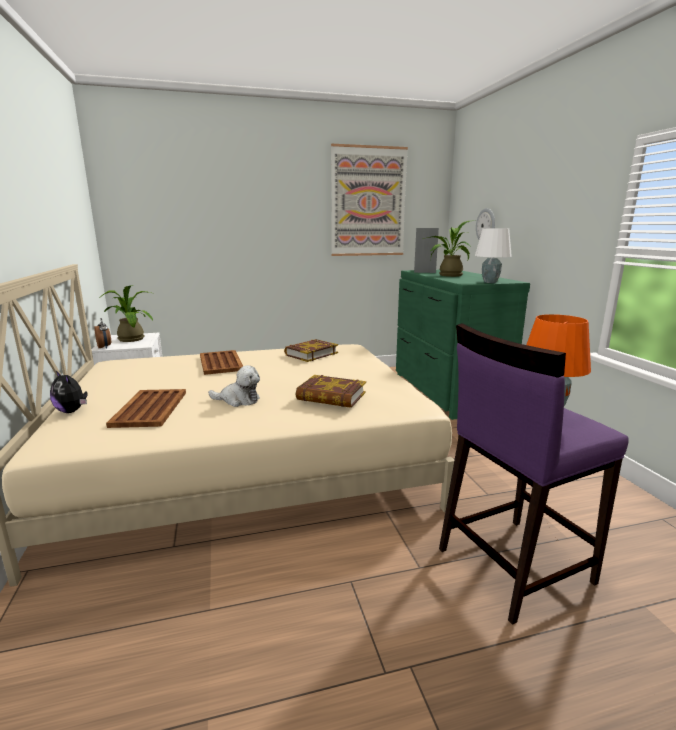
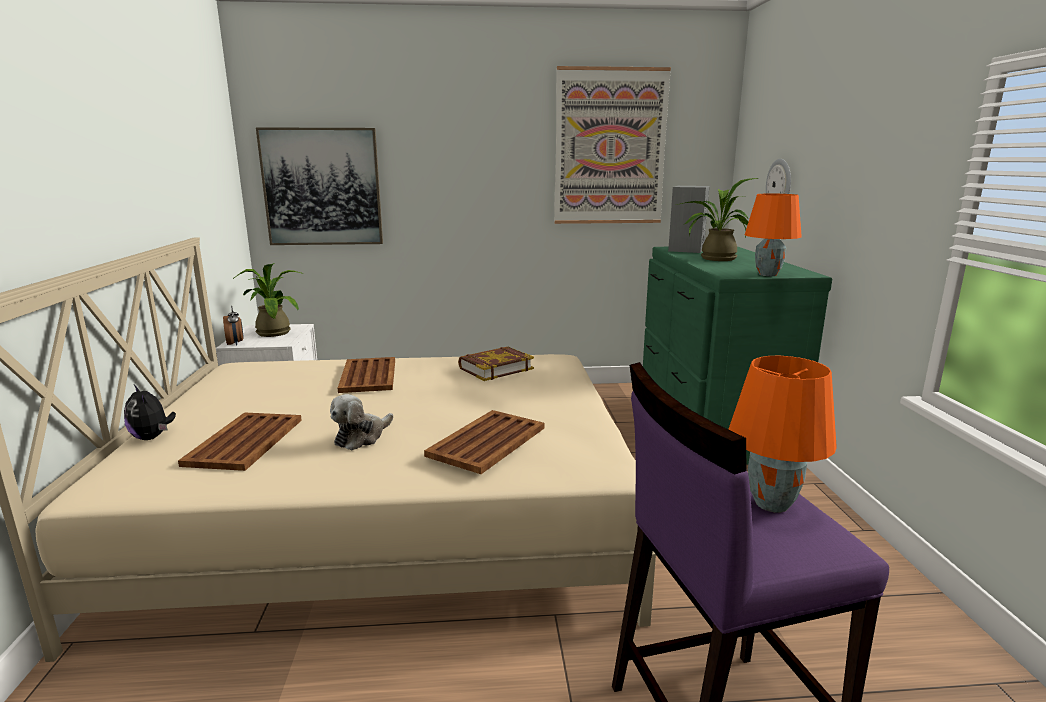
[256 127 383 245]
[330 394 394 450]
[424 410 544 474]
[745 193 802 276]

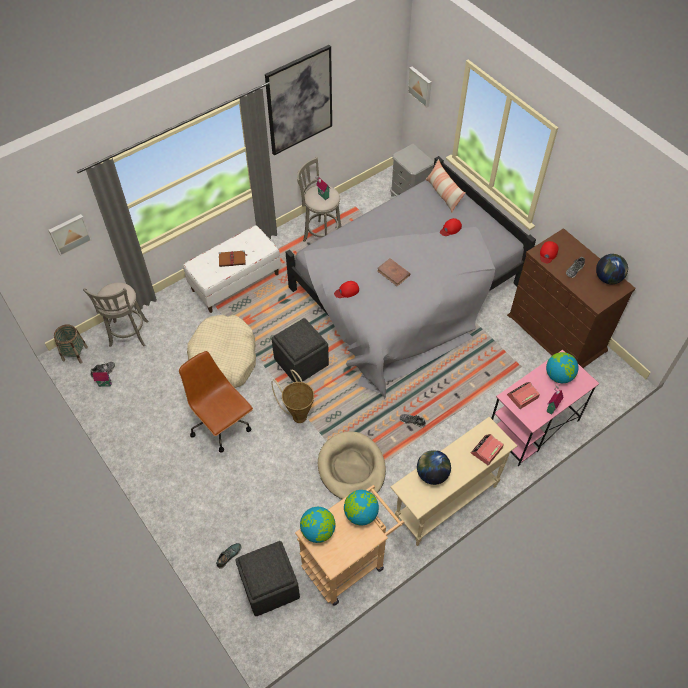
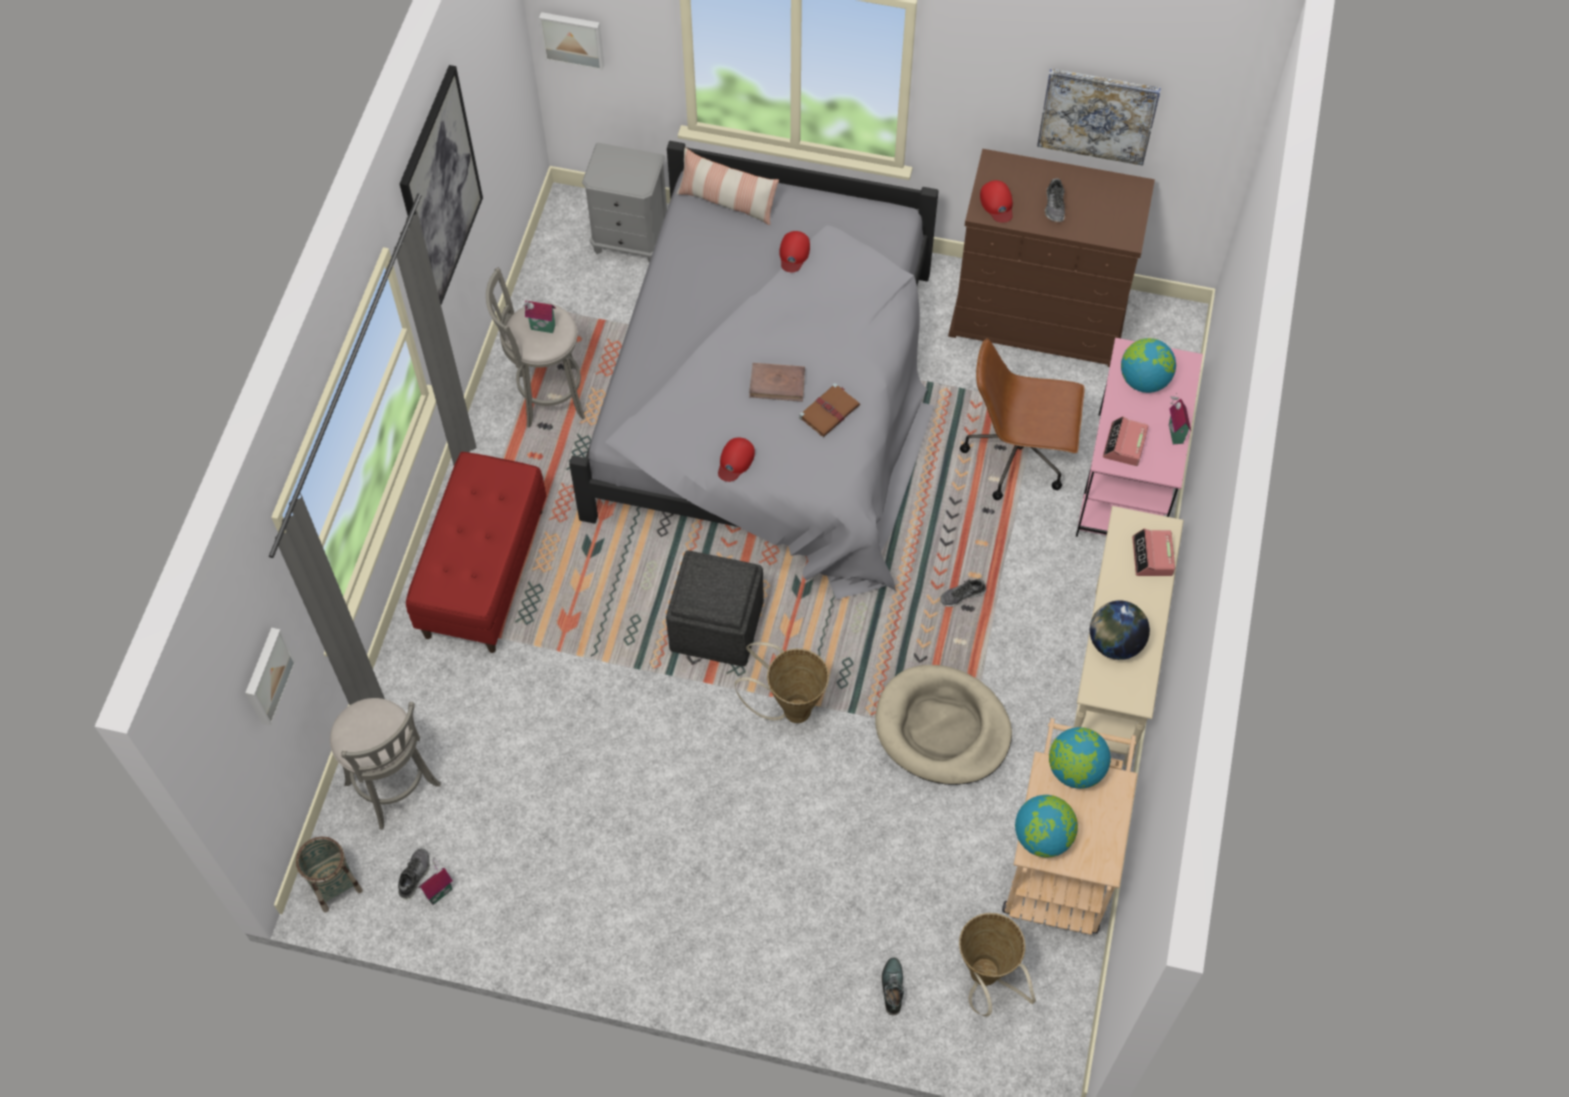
[406 452 546 653]
[799 383 860 437]
[959 913 1036 1016]
[960 338 1085 500]
[1037 69 1161 166]
[187 315 256 388] (first image)
[596 254 628 284] (first image)

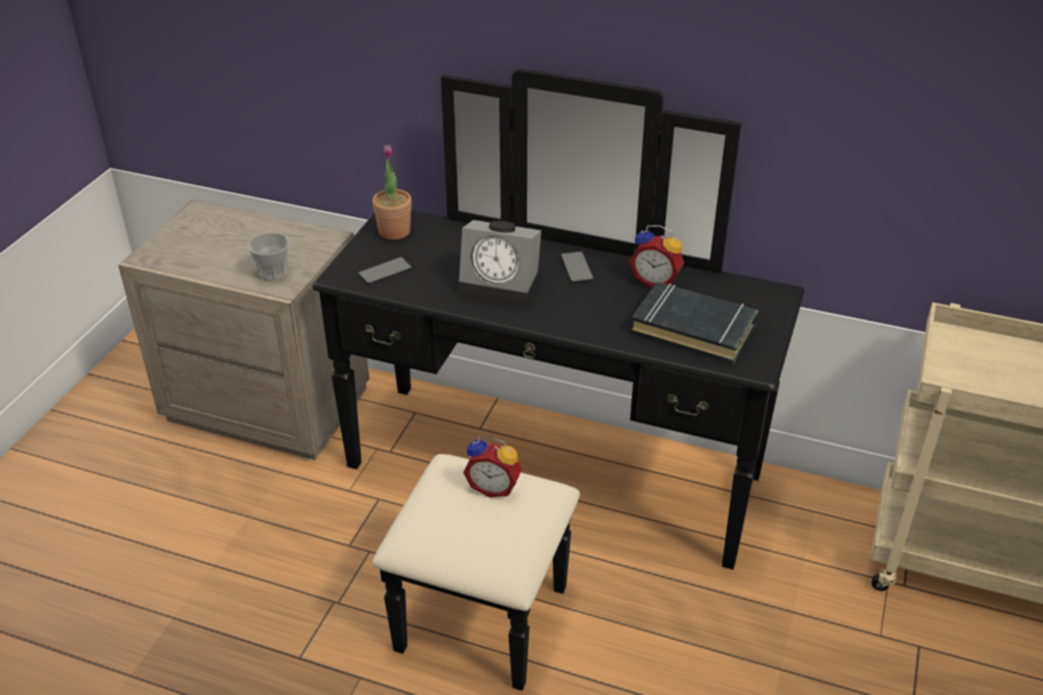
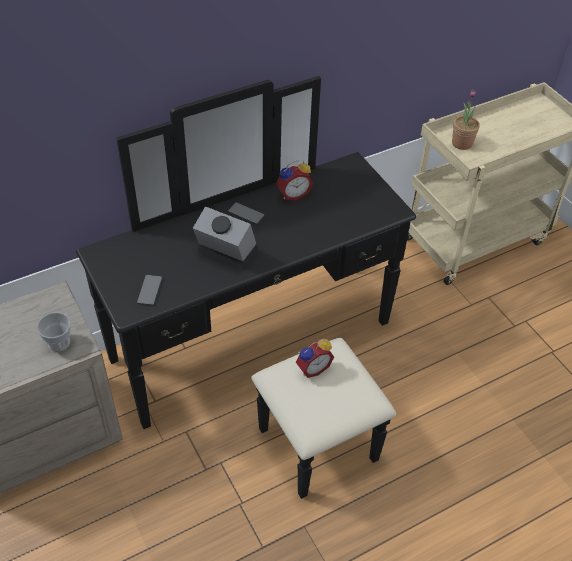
[193 206 258 270]
[452 89 480 150]
[630 282 758 364] (first image)

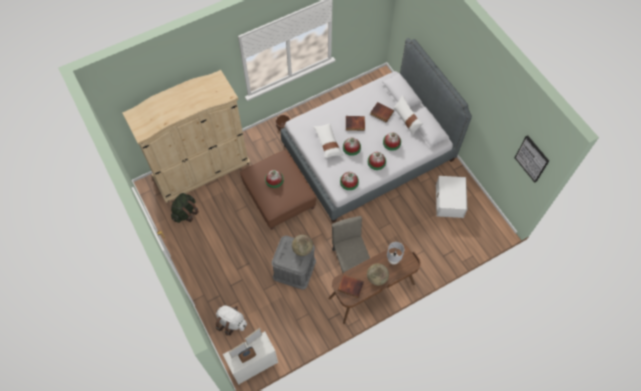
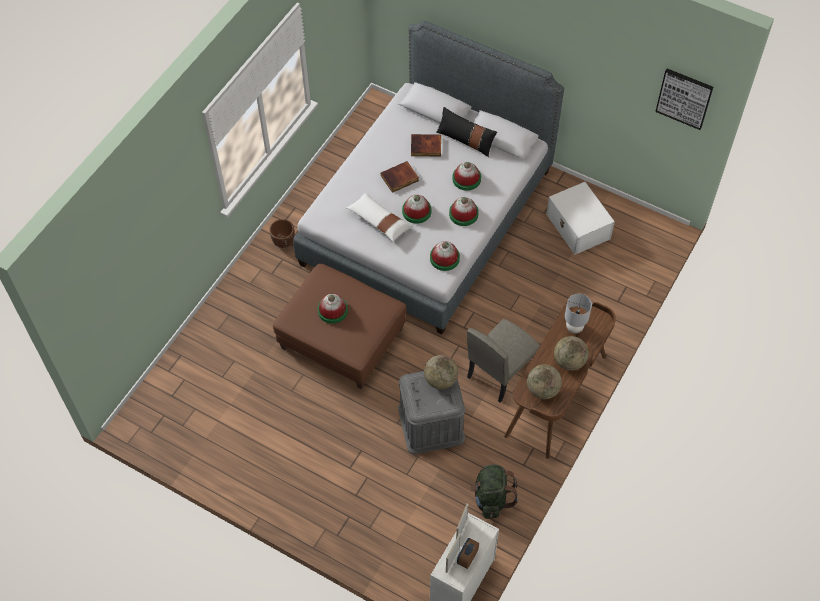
[437 107 497 157]
[467 319 540 403]
[471 465 518 519]
[527 364 562 399]
[122 70 250 203] (first image)
[215 305 247 336] (first image)

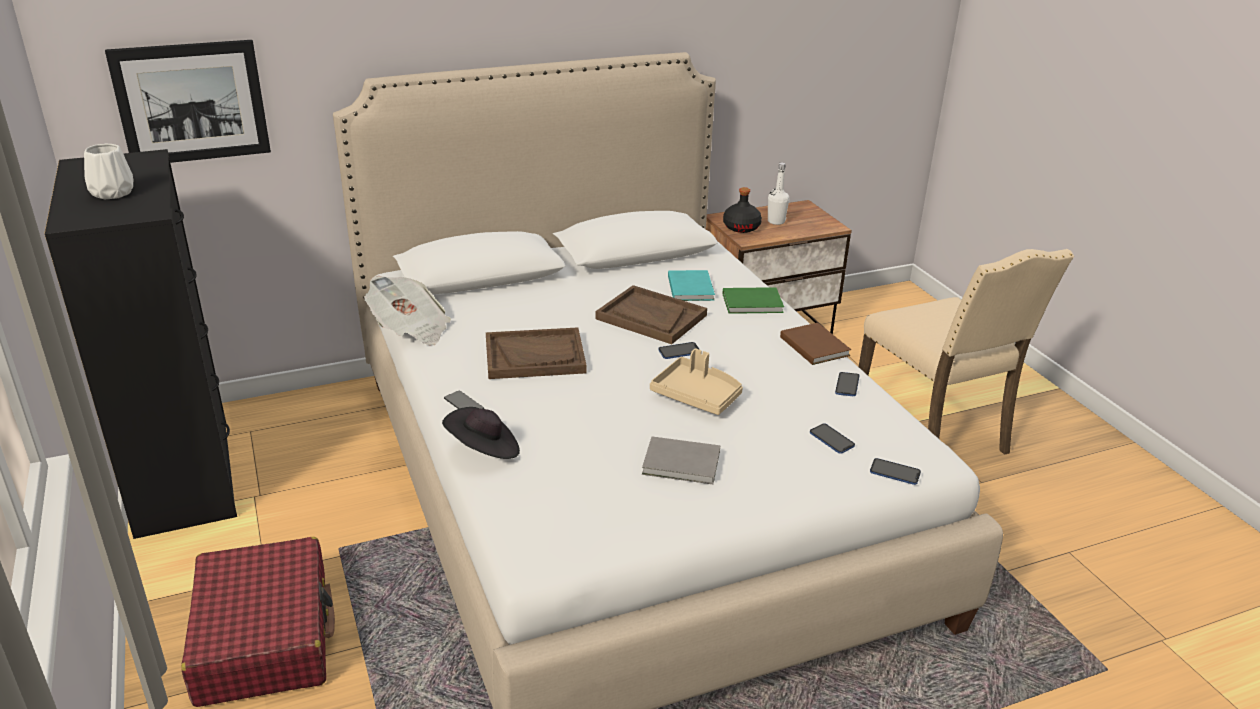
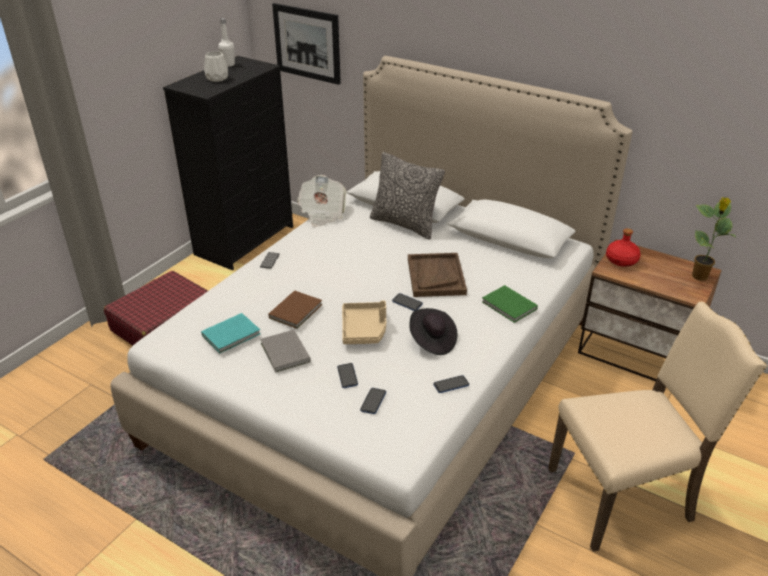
[201 313 261 353]
[218 18 235 67]
[268 290 322 329]
[337 363 358 388]
[370 152 445 239]
[409 308 457 355]
[548 302 767 552]
[606 228 641 267]
[692 197 737 281]
[486 327 587 379] (first image)

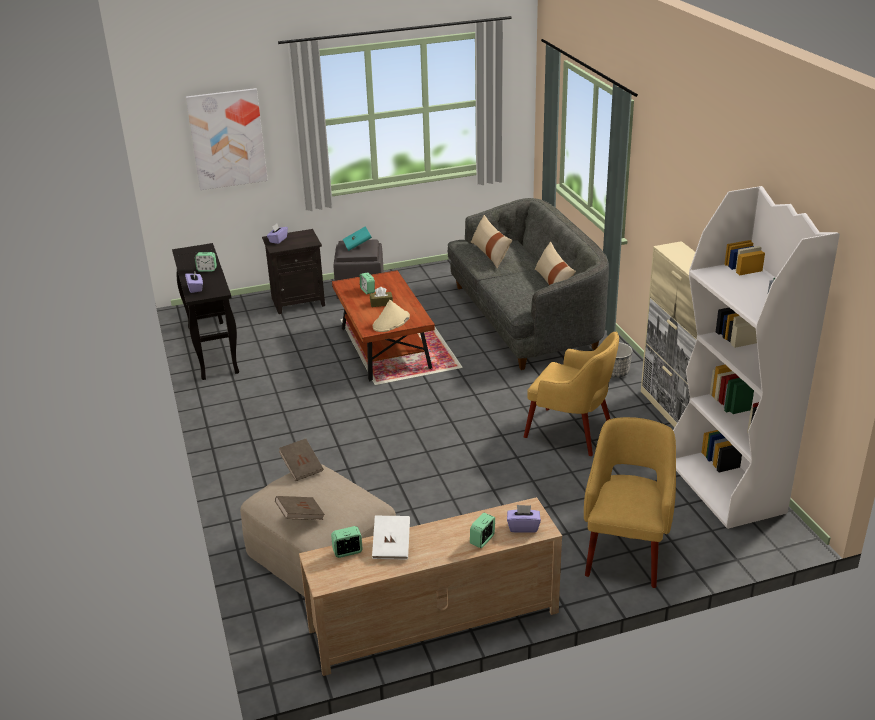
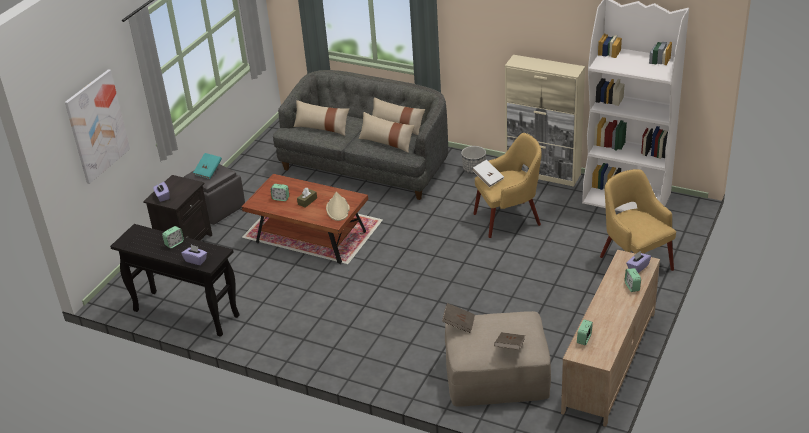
[359 112 415 153]
[472 159 504 188]

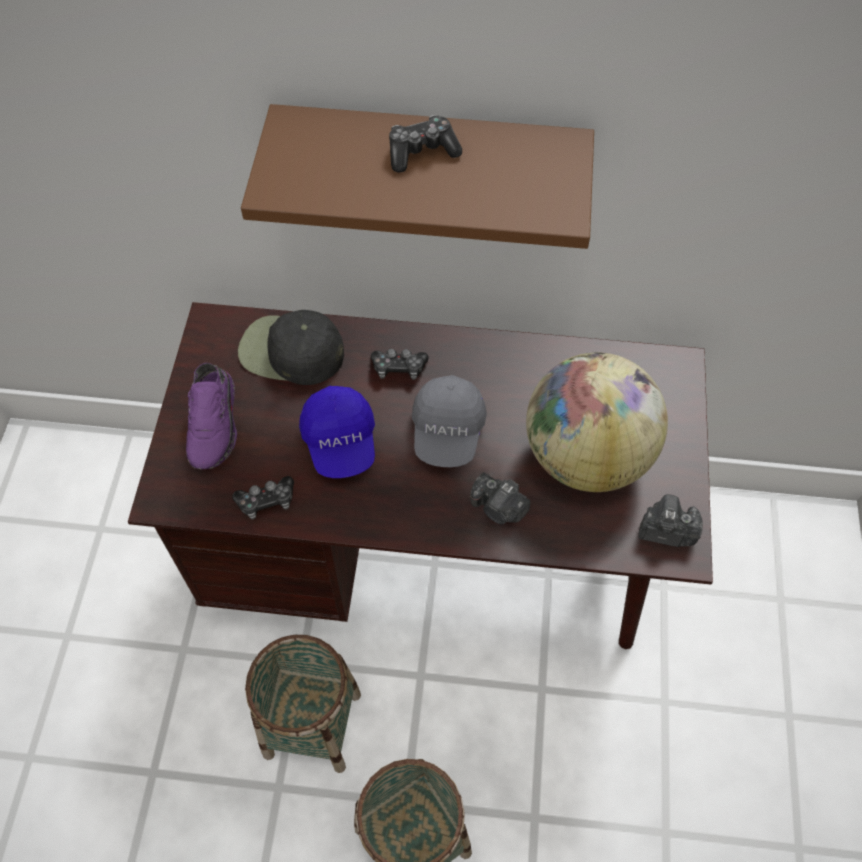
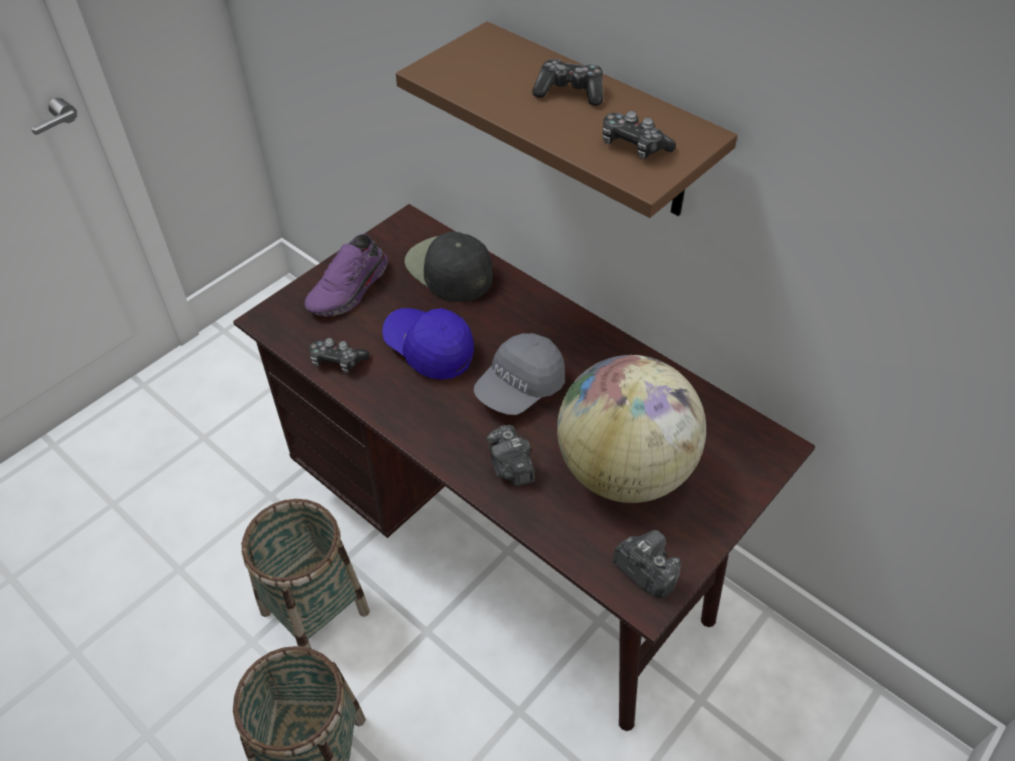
[382 308 474 380]
[602 111 676 159]

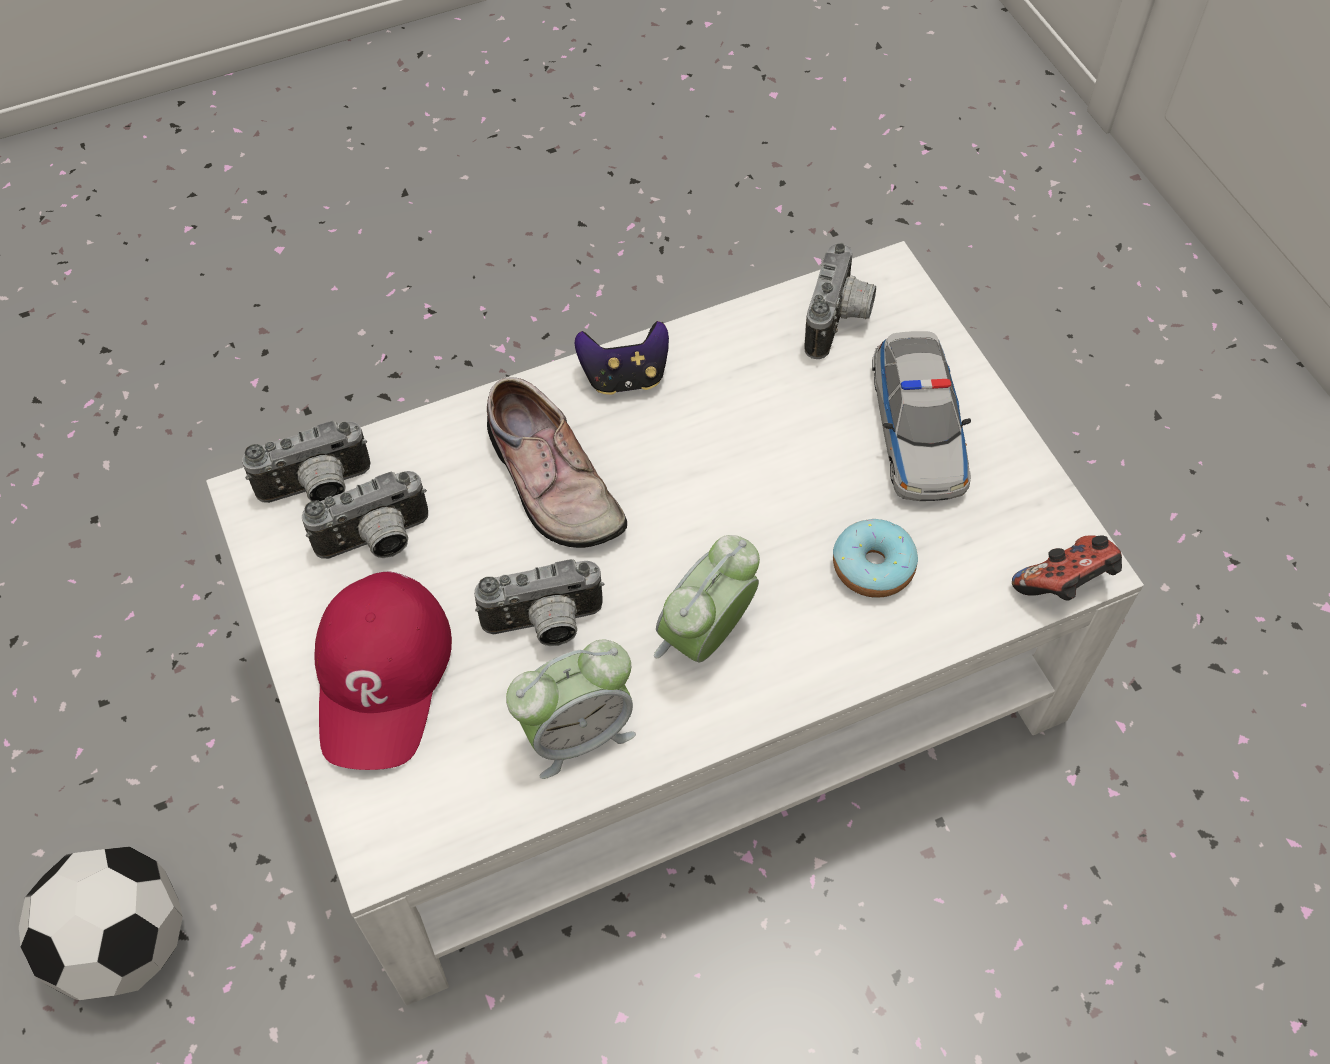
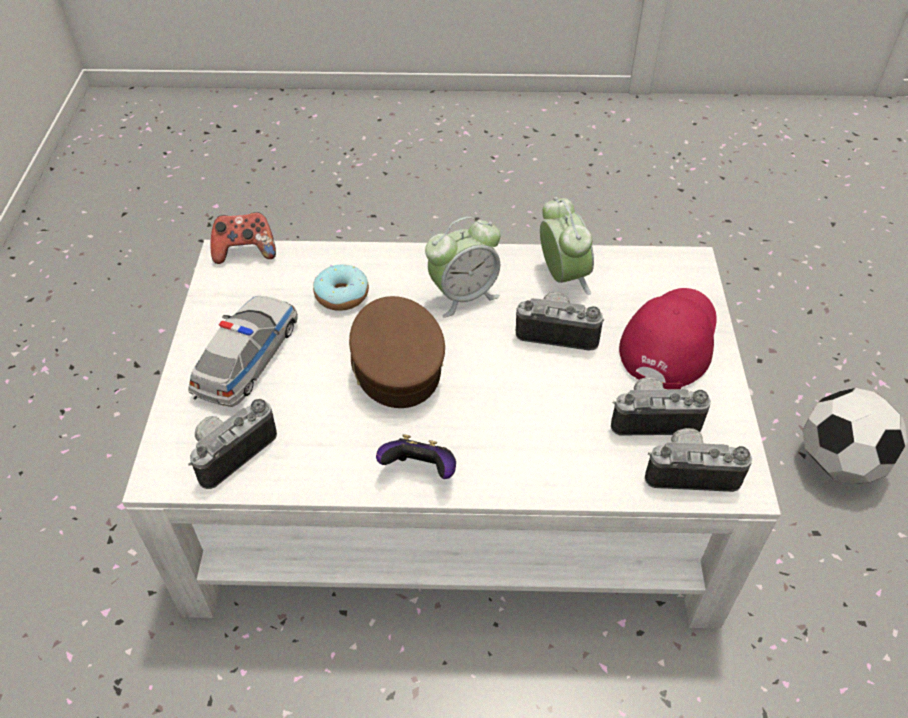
[349 296 445 408]
[540 197 594 295]
[487 377 627 548] (first image)

